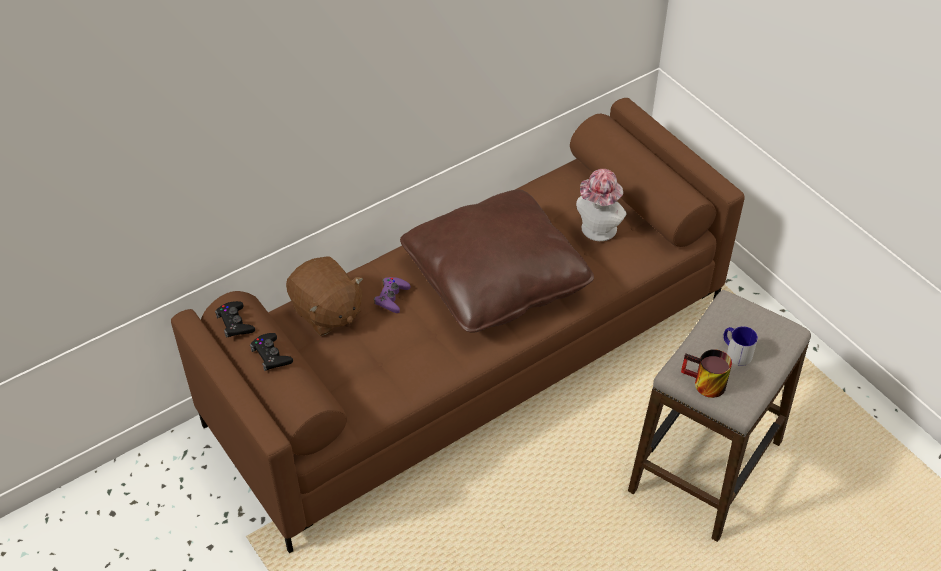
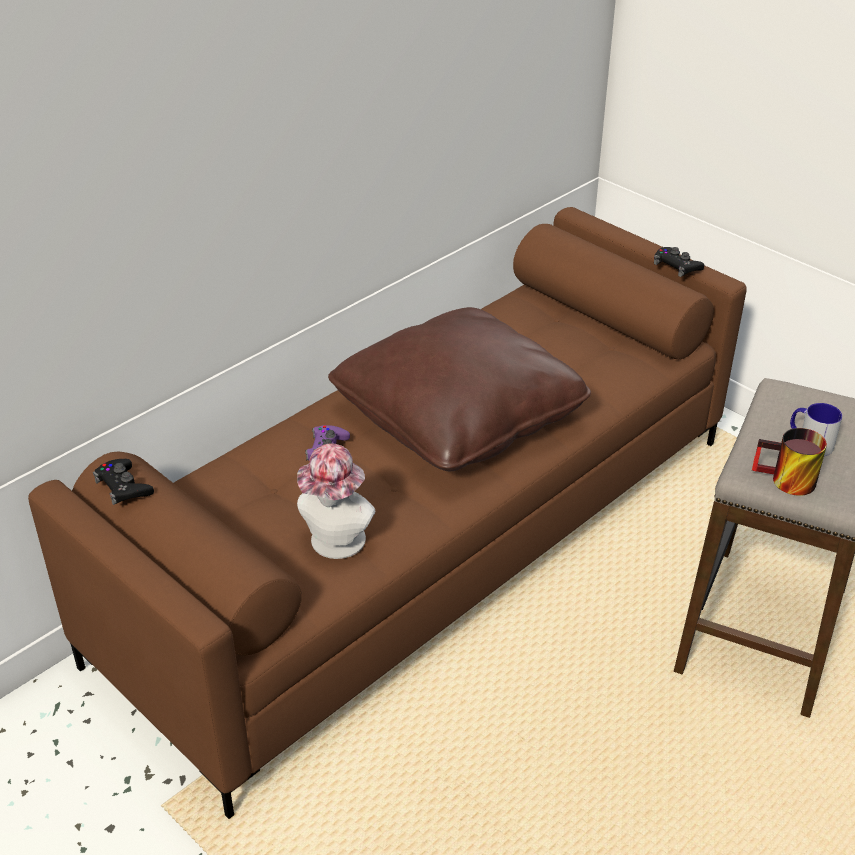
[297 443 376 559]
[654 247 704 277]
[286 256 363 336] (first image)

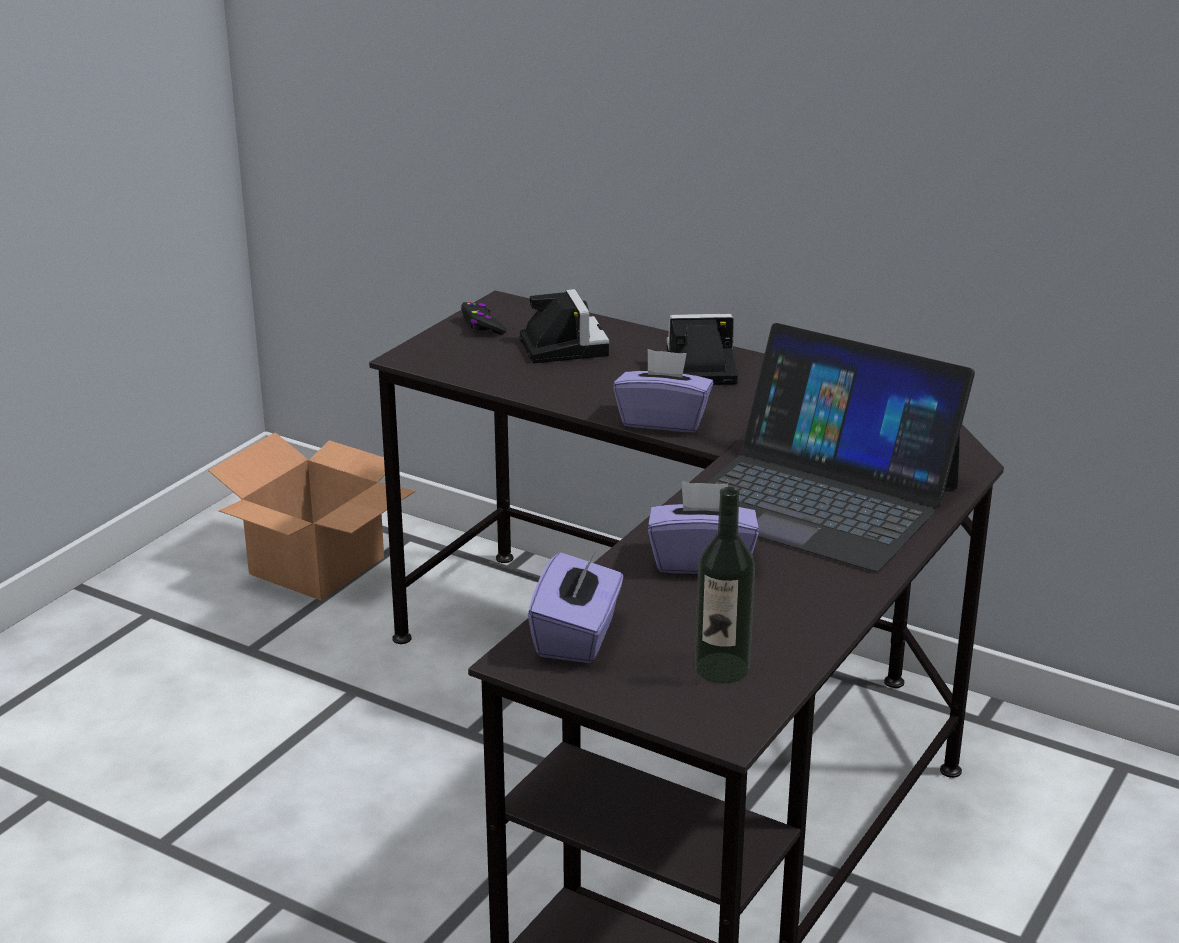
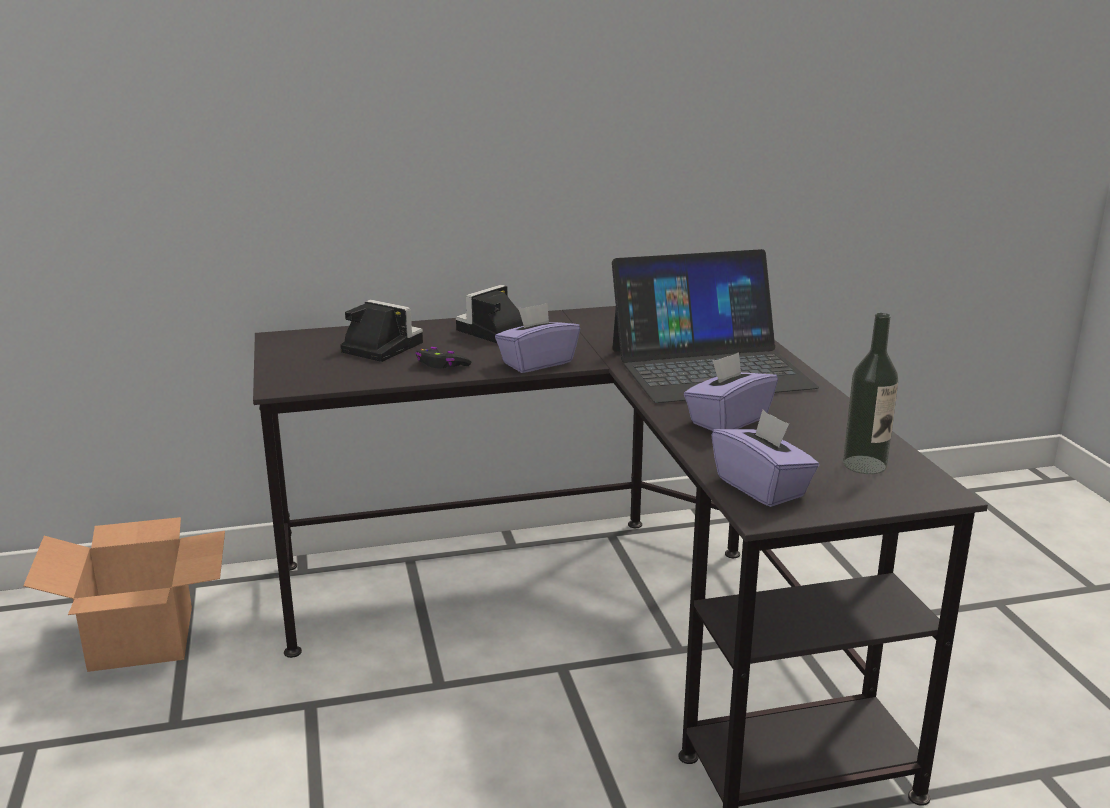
[415 347 471 369]

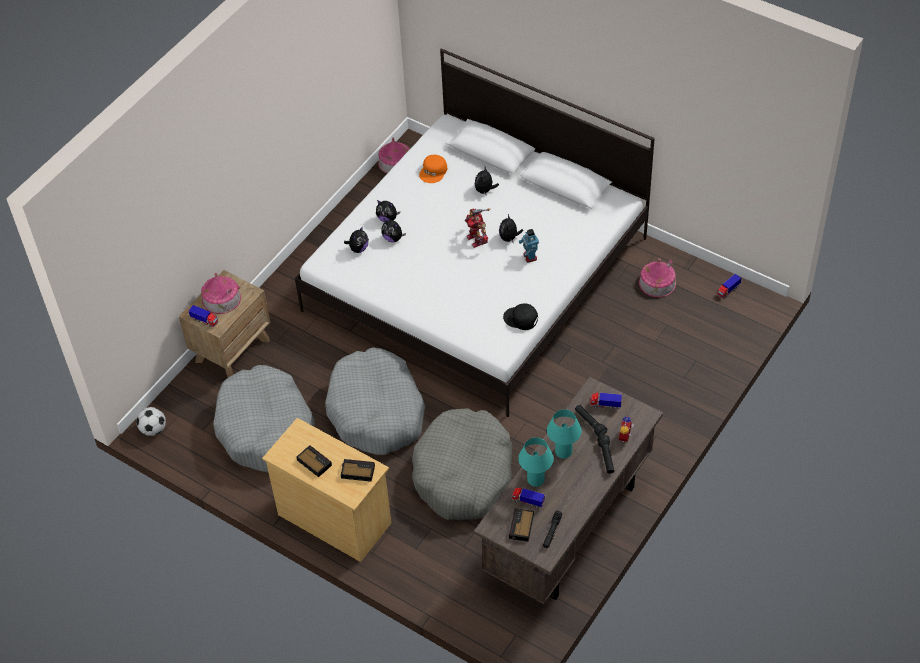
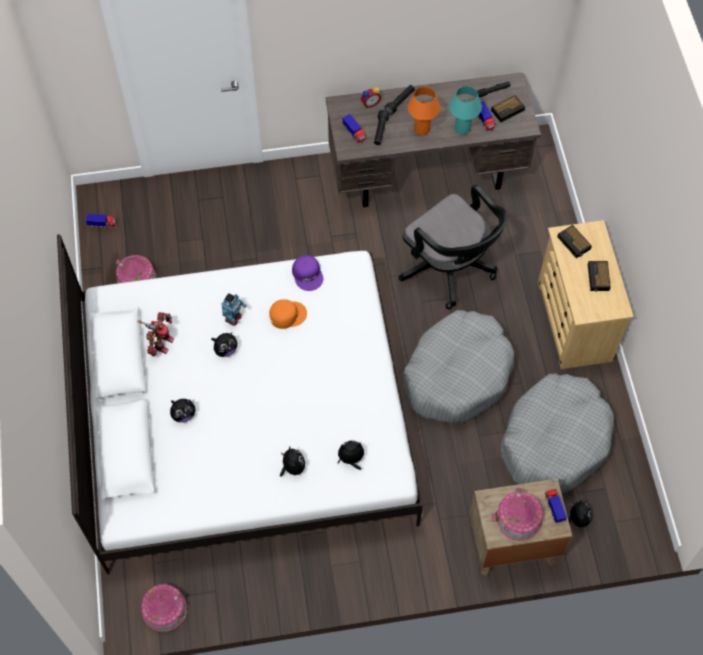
[137 312 174 357]
[269 299 307 329]
[292 255 323 291]
[399 185 507 309]
[408 87 440 136]
[568 500 592 527]
[136 407 166 436] (first image)

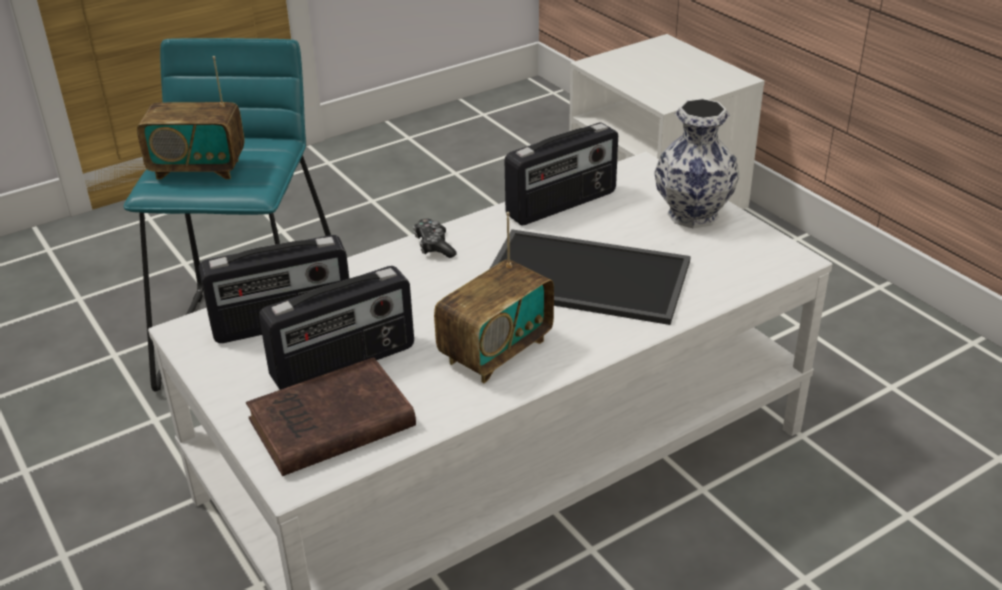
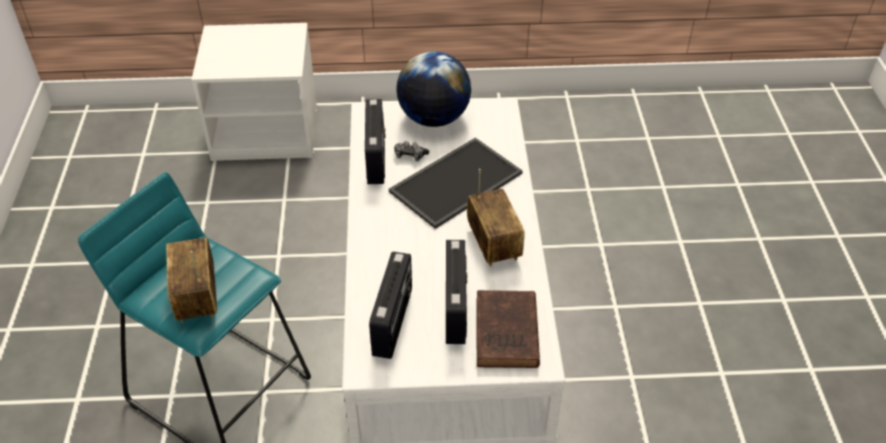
[166 238 217 323]
[394 141 429 162]
[397 51 471 127]

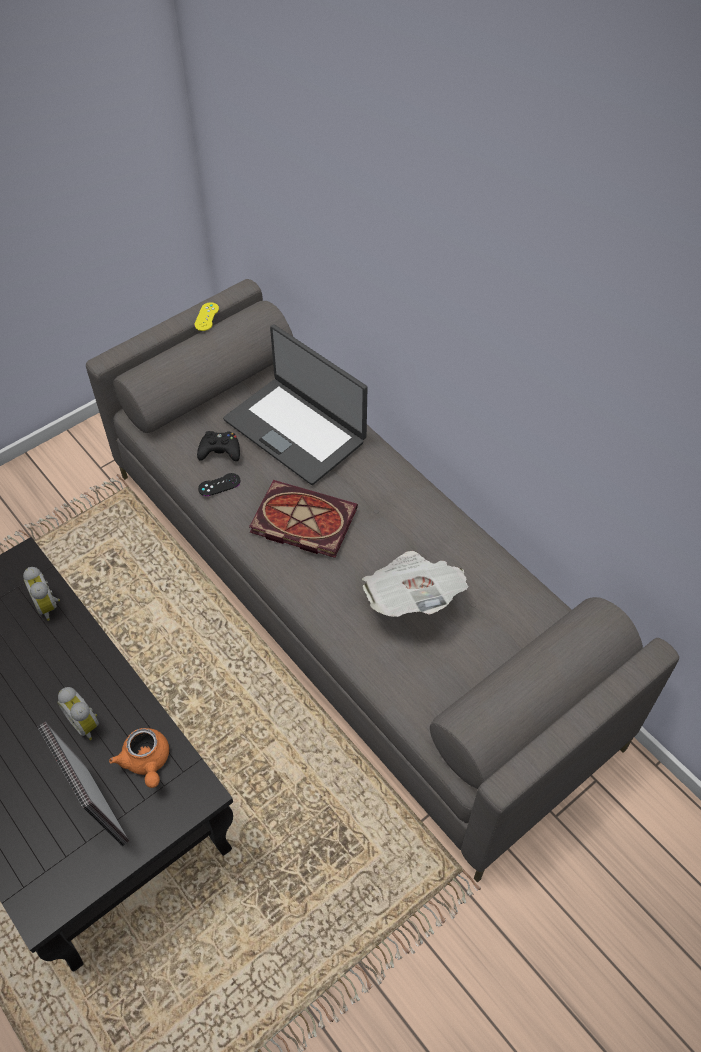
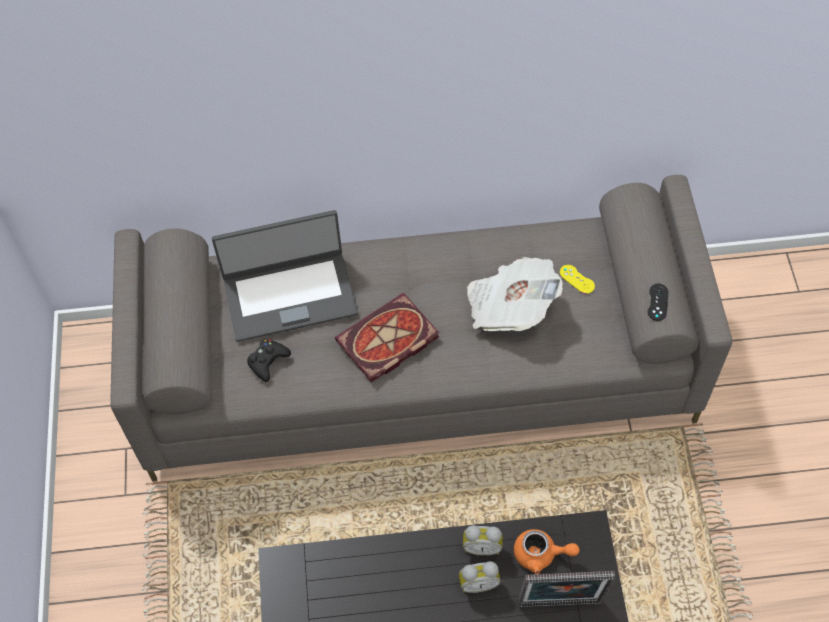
[463 525 503 556]
[560 265 595 294]
[648 284 668 321]

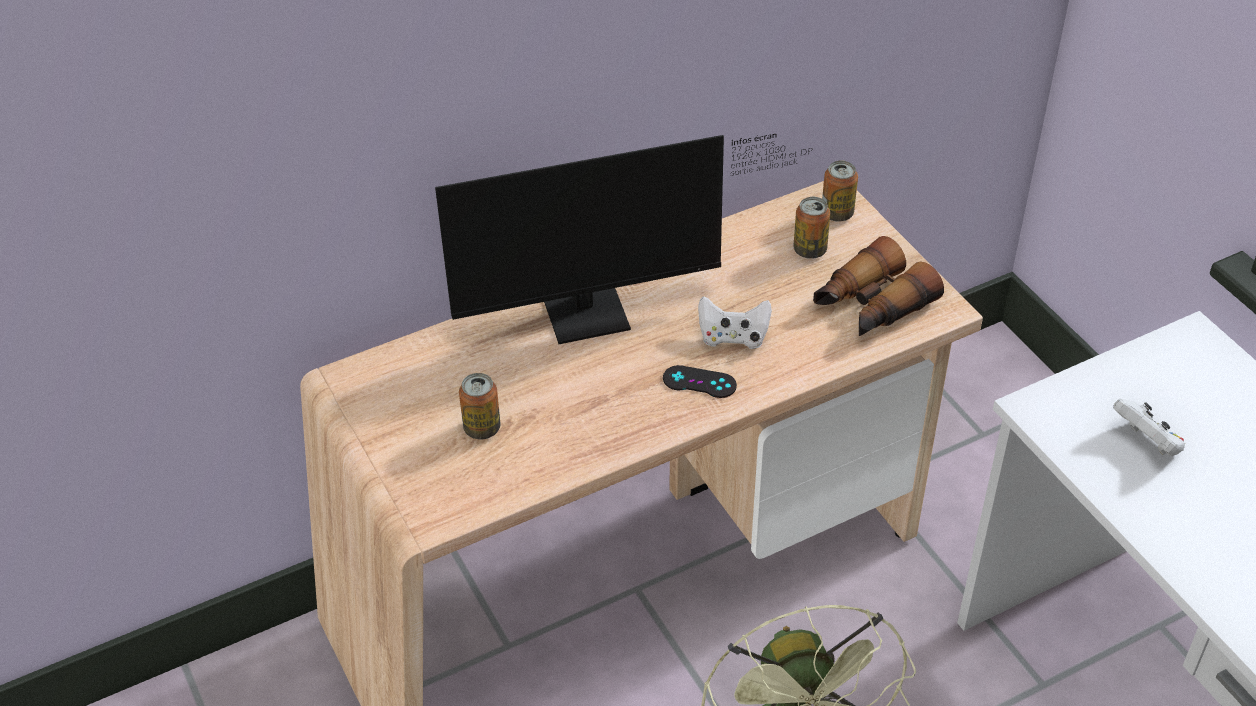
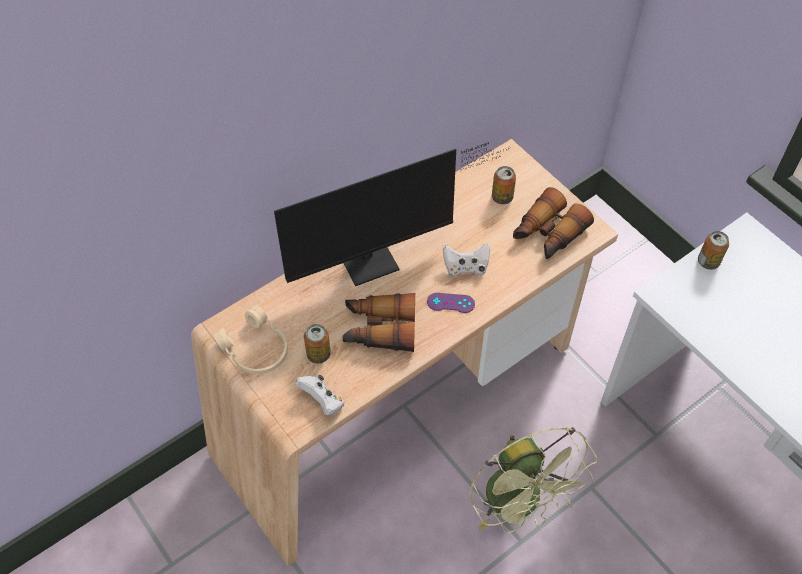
[213 305 288 374]
[295 375 344 416]
[343 293 415 352]
[427 293 475 313]
[698 231 729 270]

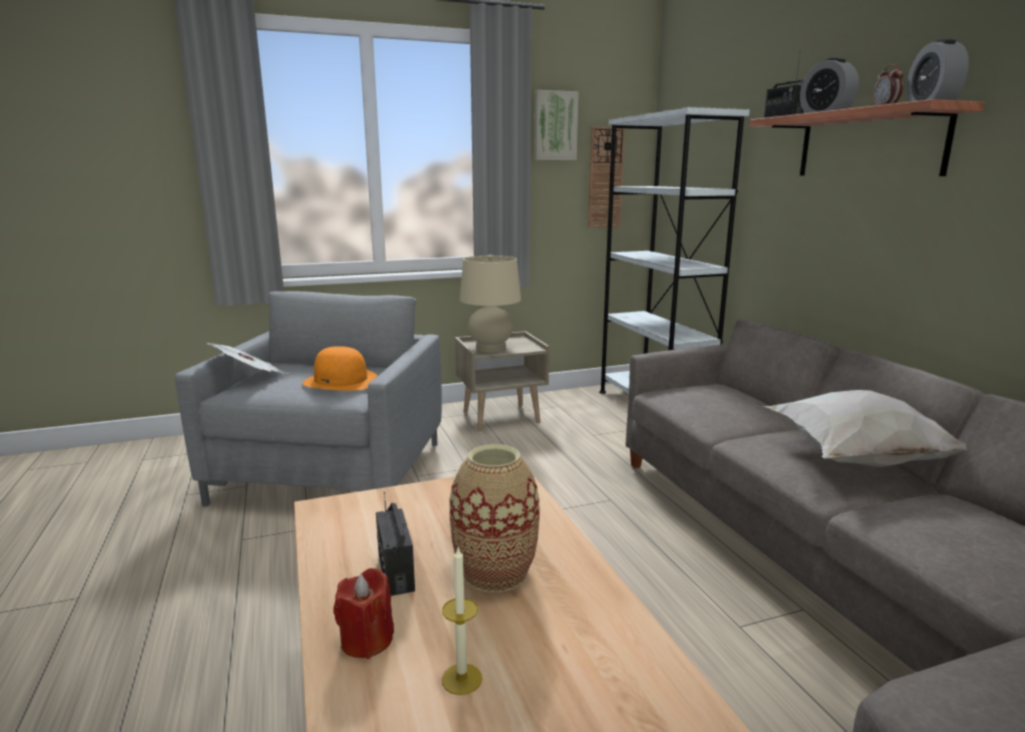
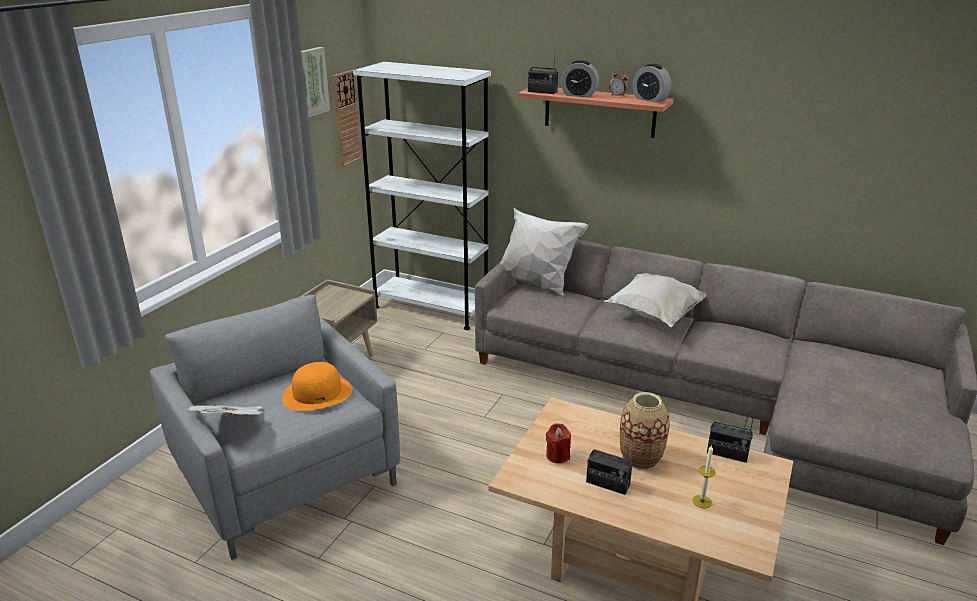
[500 207 588 297]
[546 423 571 463]
[707 415 754 463]
[460 255 521 353] (first image)

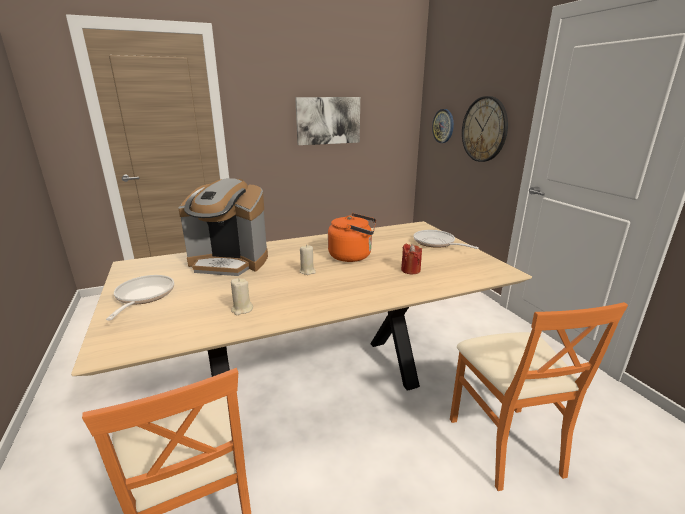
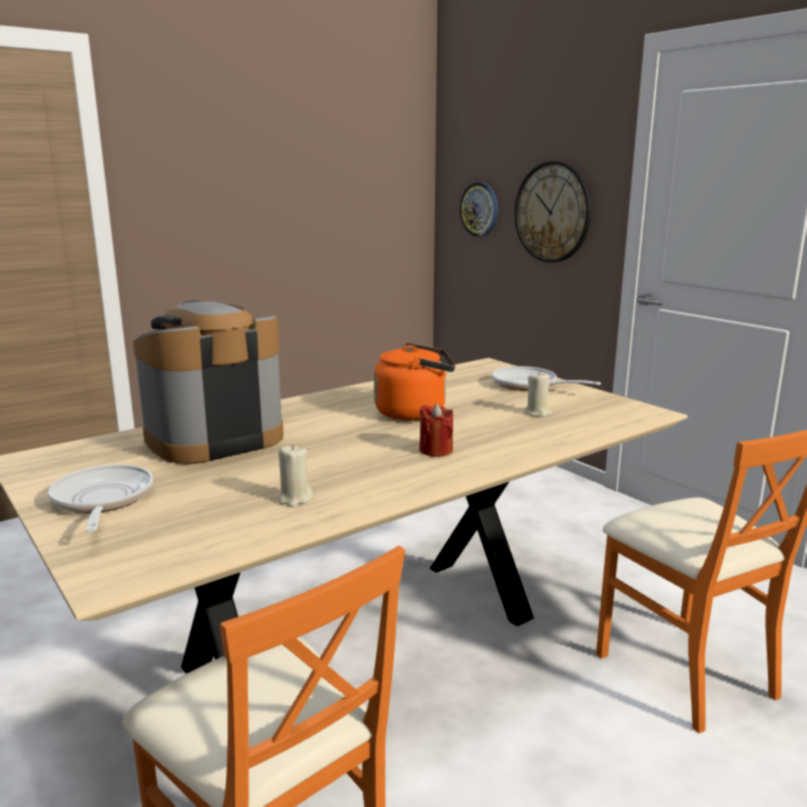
[133 301 283 464]
[419 404 453 457]
[524 371 552 417]
[295 97 360 145] (first image)

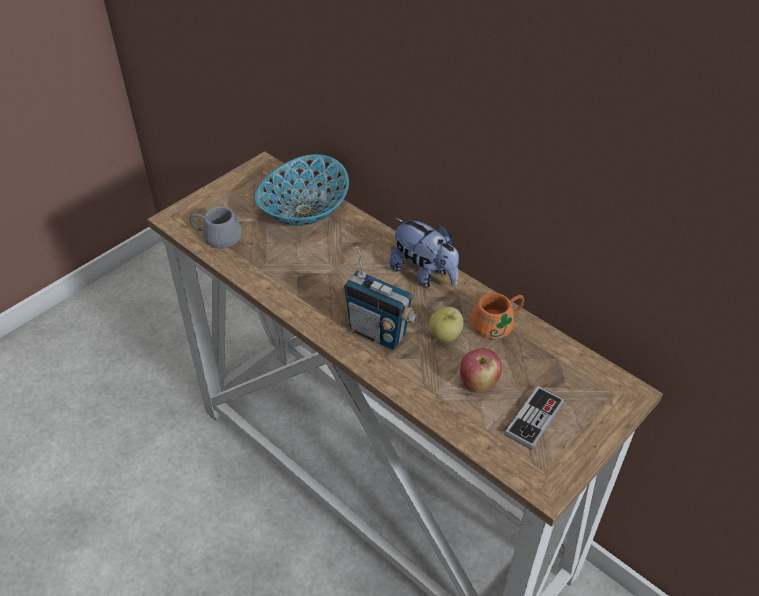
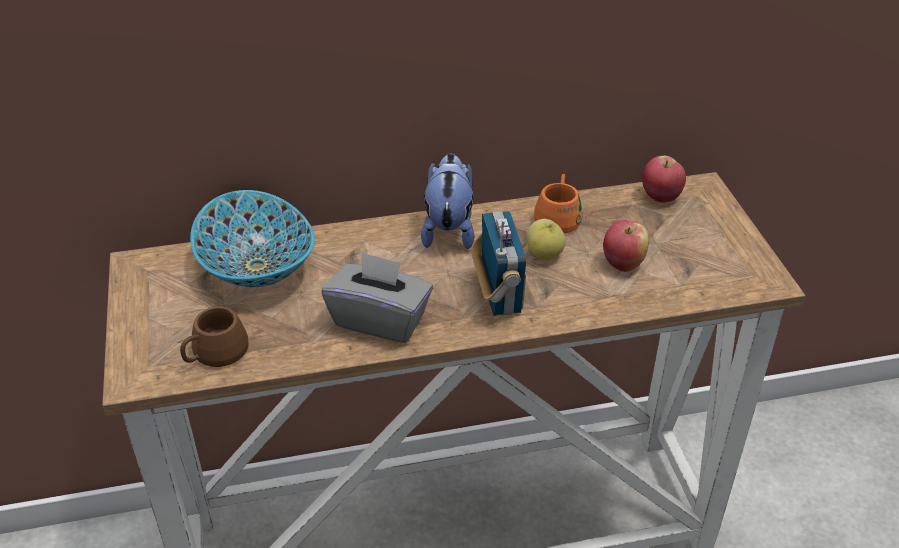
[178 307 249 367]
[322 251 433 343]
[421 154 474 249]
[471 211 526 316]
[642 156 686 203]
[504 386 564 450] (first image)

